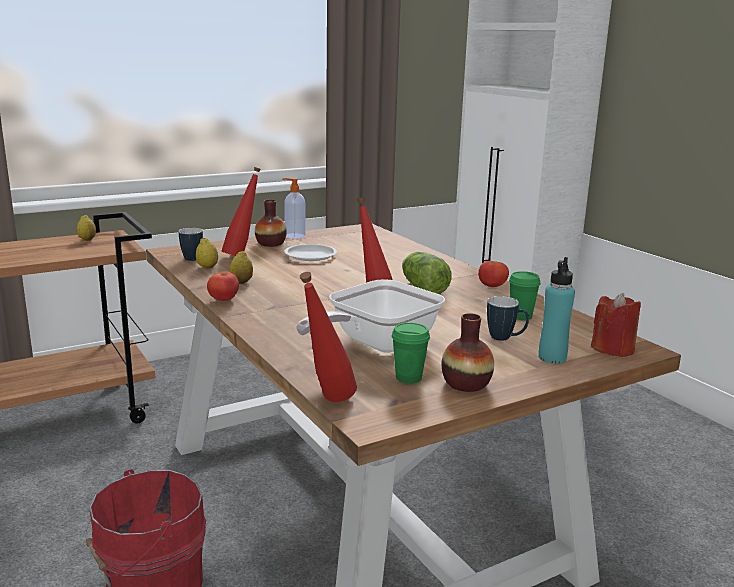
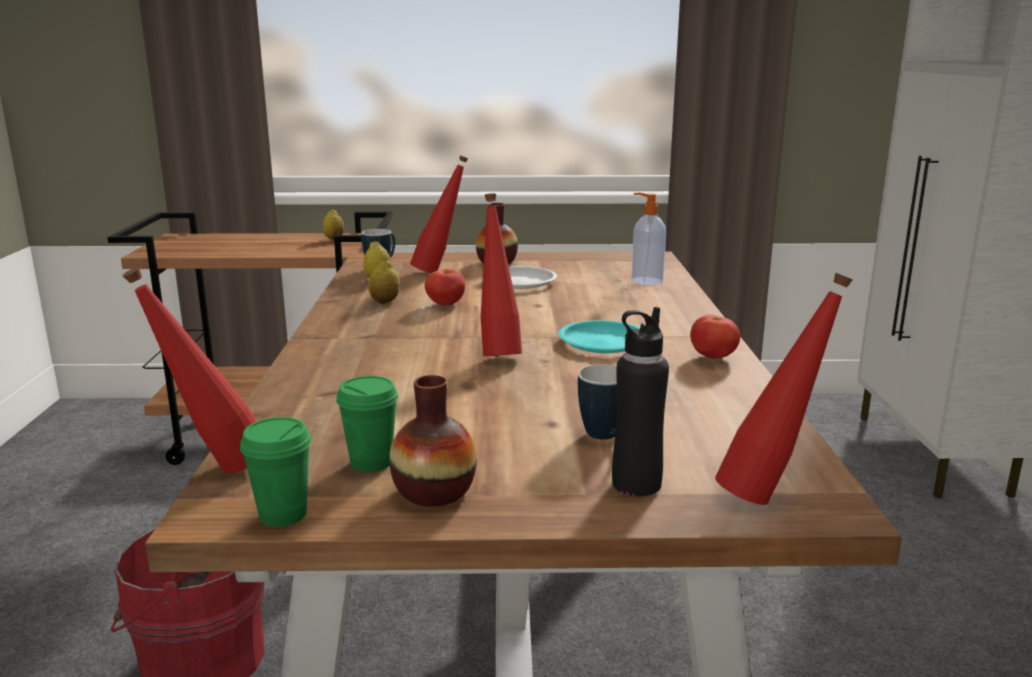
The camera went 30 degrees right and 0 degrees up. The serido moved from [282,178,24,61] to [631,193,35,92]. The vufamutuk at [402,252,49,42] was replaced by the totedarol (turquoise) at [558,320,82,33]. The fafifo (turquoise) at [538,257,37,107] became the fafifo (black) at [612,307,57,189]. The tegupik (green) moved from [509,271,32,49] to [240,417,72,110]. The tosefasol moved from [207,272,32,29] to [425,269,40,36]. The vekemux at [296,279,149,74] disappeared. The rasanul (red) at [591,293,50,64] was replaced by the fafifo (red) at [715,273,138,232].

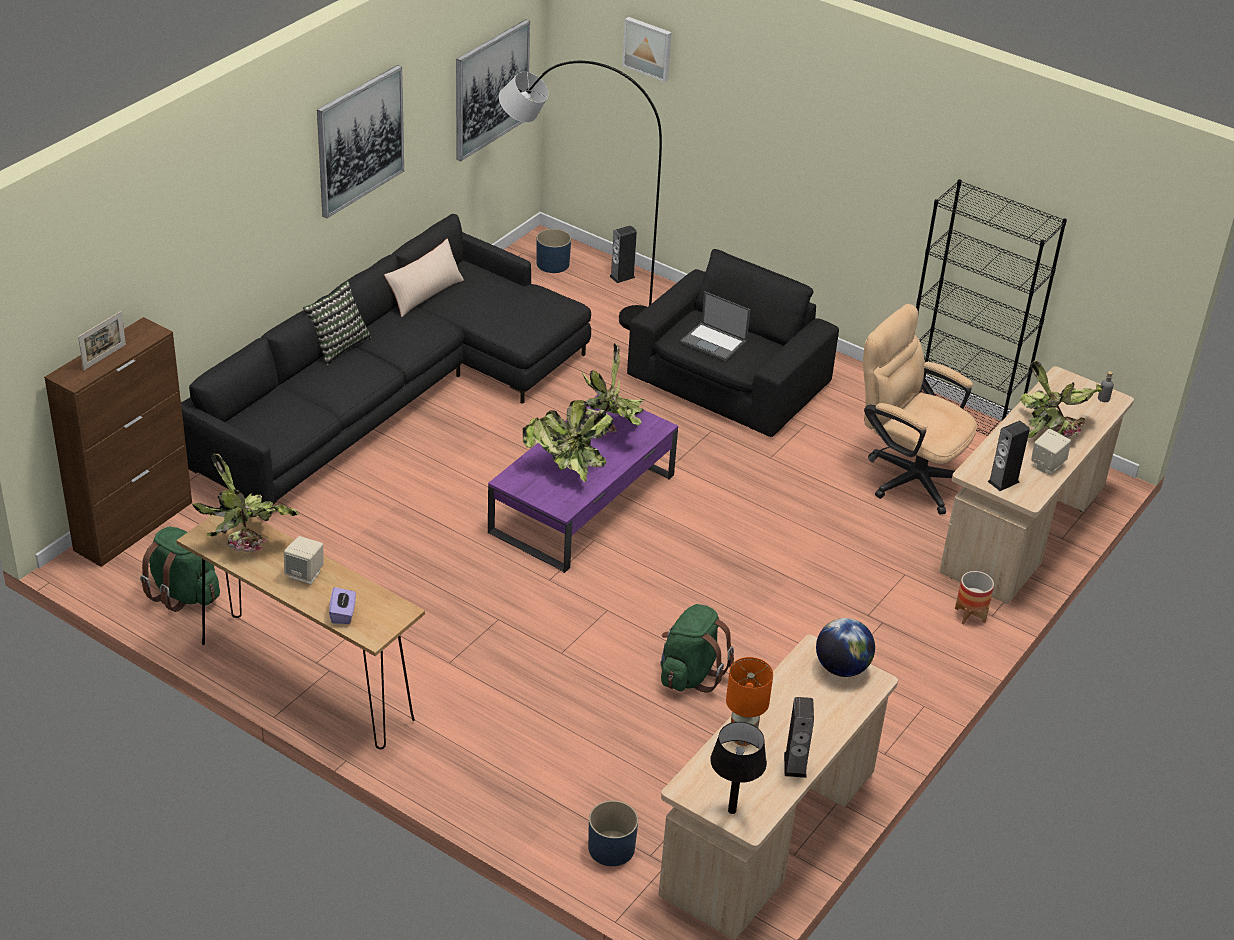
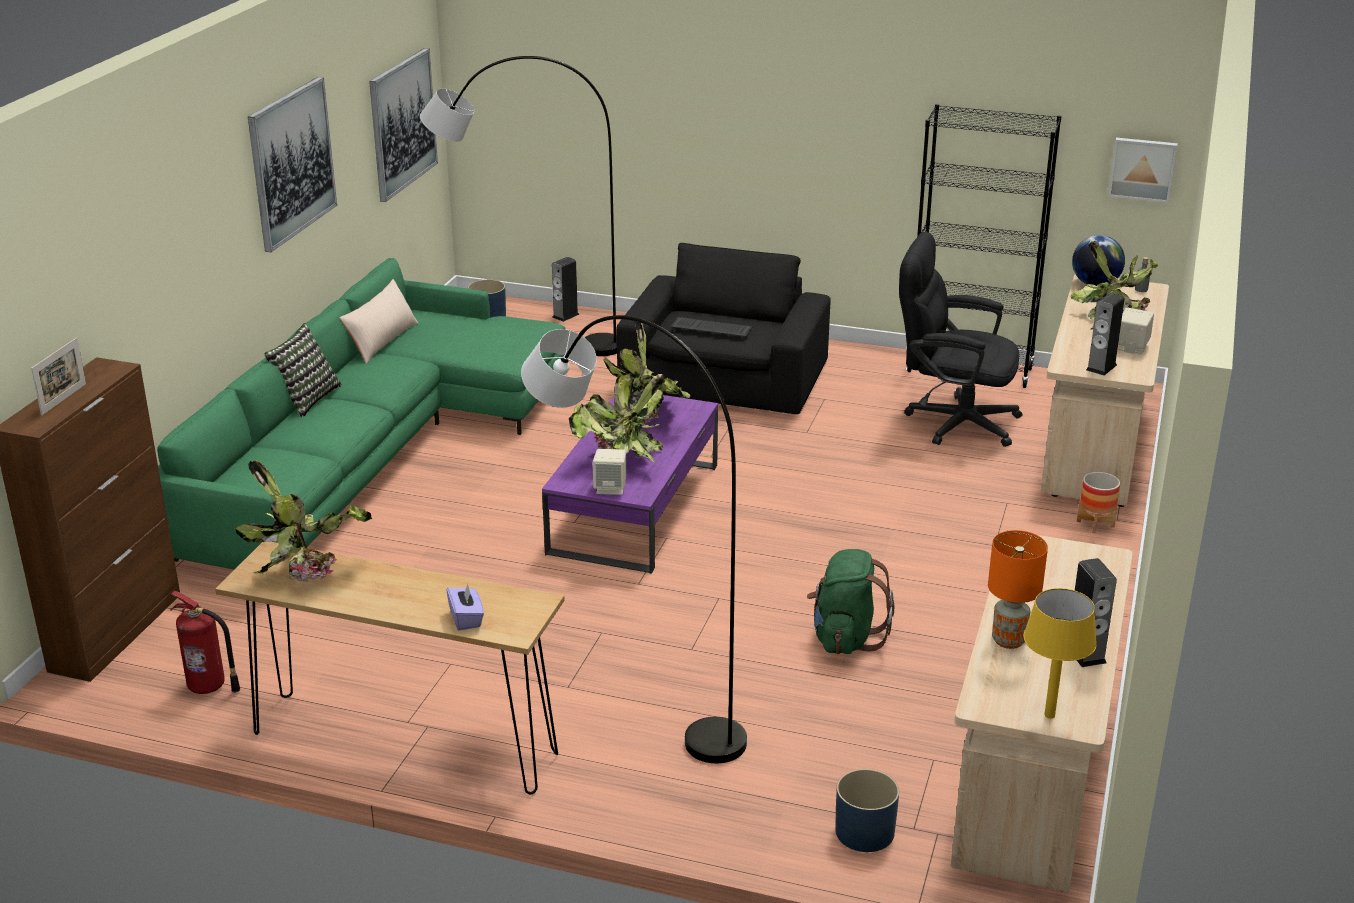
The camera went 15 degrees left and 10 degrees down. The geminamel moved from [622,17,50,65] to [1108,138,70,65]. The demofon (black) at [181,214,410,308] became the demofon (green) at [157,258,409,312]. The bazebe at [680,291,70,70] was replaced by the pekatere at [670,317,83,23]. The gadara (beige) at [863,304,114,210] became the gadara (black) at [899,232,123,215]. The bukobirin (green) at [140,526,80,86] was replaced by the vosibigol at [170,591,70,103]. The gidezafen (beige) moved from [284,536,39,49] to [593,449,33,46]. The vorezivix moved from [816,618,59,59] to [1072,235,53,51]. The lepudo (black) at [710,722,57,92] became the lepudo (yellow) at [1023,588,74,131]. The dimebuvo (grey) at [521,315,226,448] appeared.

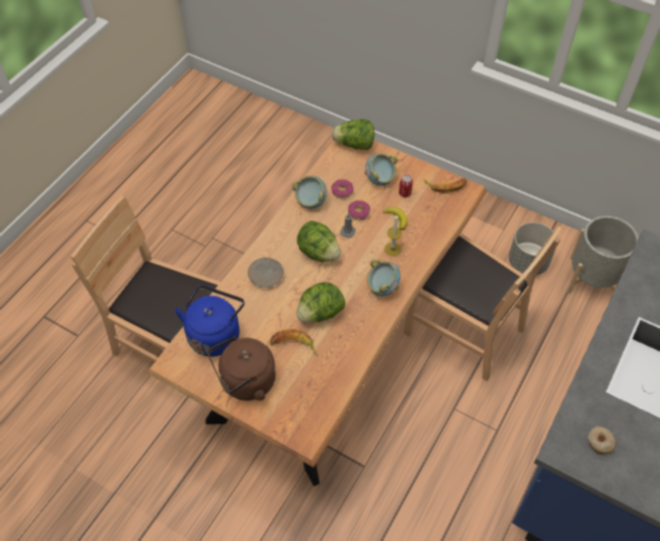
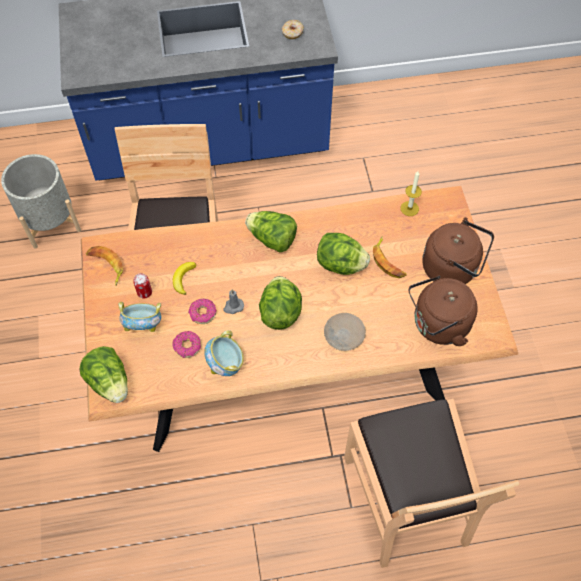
The camera went 130 degrees left and 5 degrees up. The rasanul moved from [384,215,18,41] to [400,171,22,45]. The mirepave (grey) at [509,222,47,53] disappeared. The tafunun at [367,259,33,37] was replaced by the vufamutuk at [245,211,52,41]. The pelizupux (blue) at [175,285,70,72] became the pelizupux (brown) at [409,275,69,71].

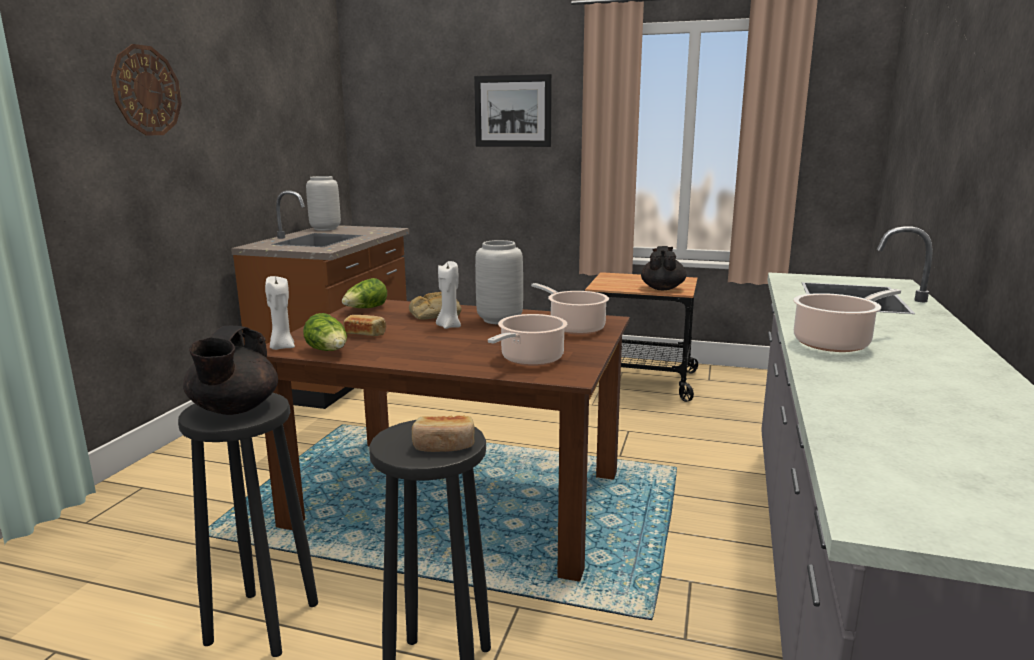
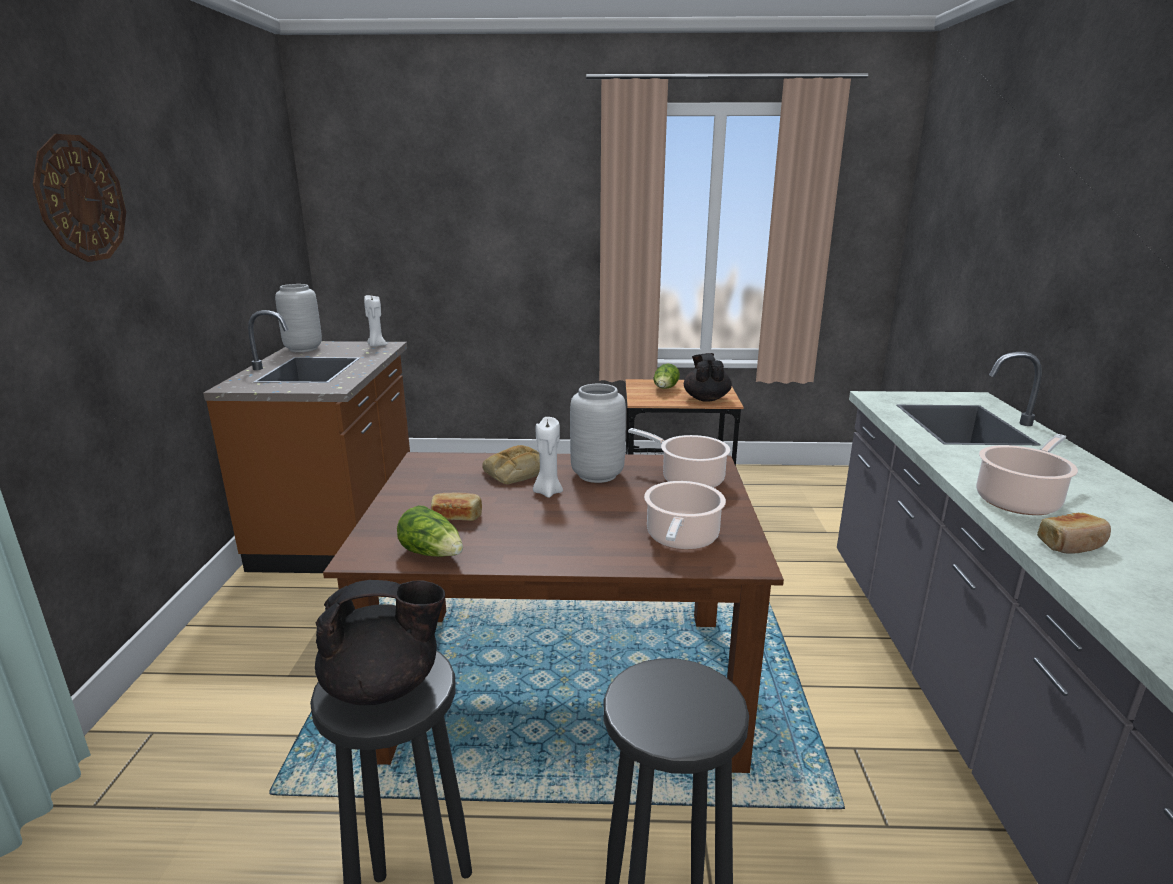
The camera went 15 degrees left and 5 degrees up. The geminamel at [474,74,78,73] disappeared. The rasanul (white) moved from [265,276,30,74] to [364,295,23,52]. The vufamutuk moved from [342,278,45,30] to [653,364,27,25]. The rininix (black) at [183,326,95,89] turned 90 degrees counterclockwise. The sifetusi moved from [412,415,63,37] to [1037,513,74,41].

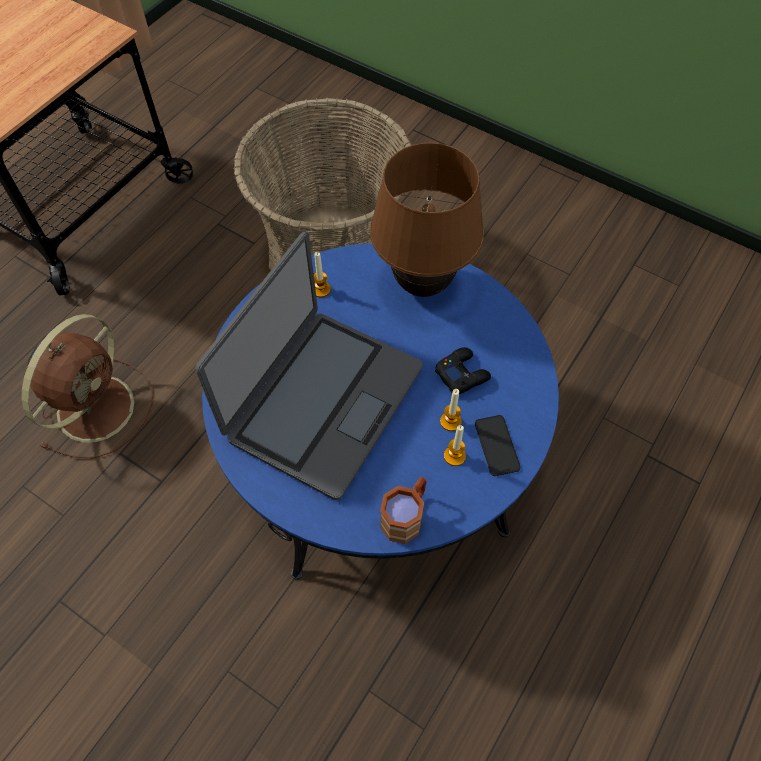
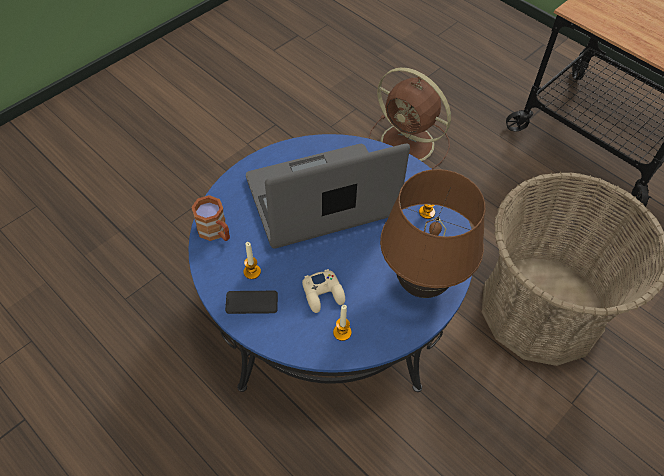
The camera went 100 degrees right and 5 degrees down. The bazebe at [195,232,228,268] turned 120 degrees clockwise. The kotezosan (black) at [435,347,56,47] became the kotezosan (beige) at [302,269,43,44]. The rasanul moved from [440,389,22,42] to [333,305,19,36].

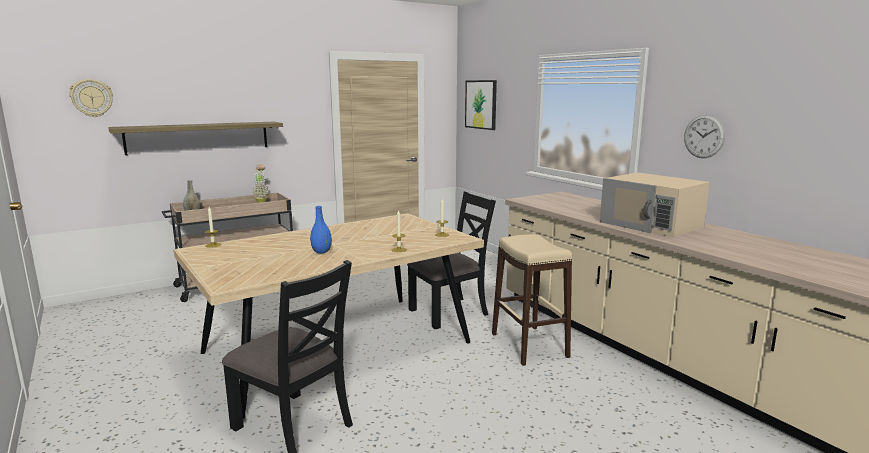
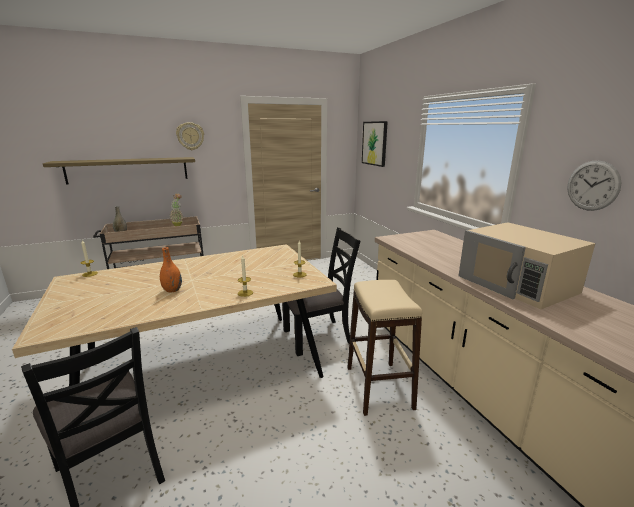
The camera went 10 degrees right and 5 degrees up. The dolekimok moved from [69,79,44,38] to [176,122,28,28]. The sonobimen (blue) at [310,206,22,47] became the sonobimen (orange) at [160,247,22,46].

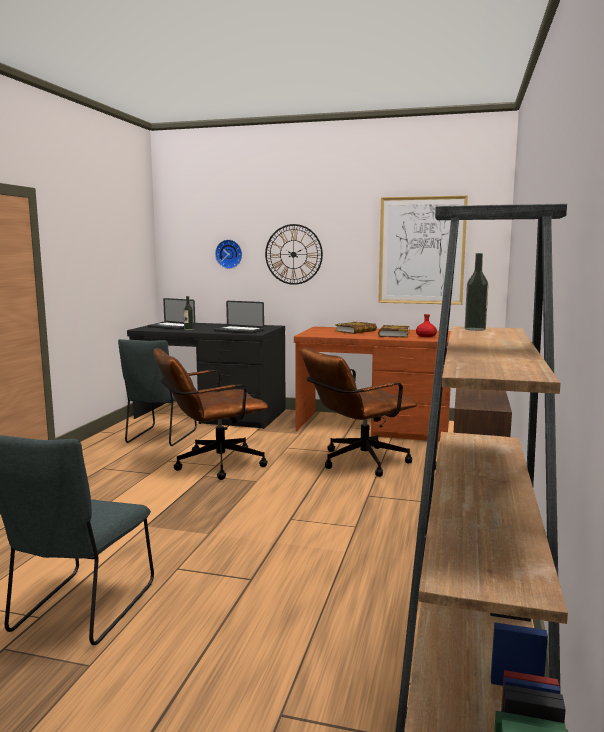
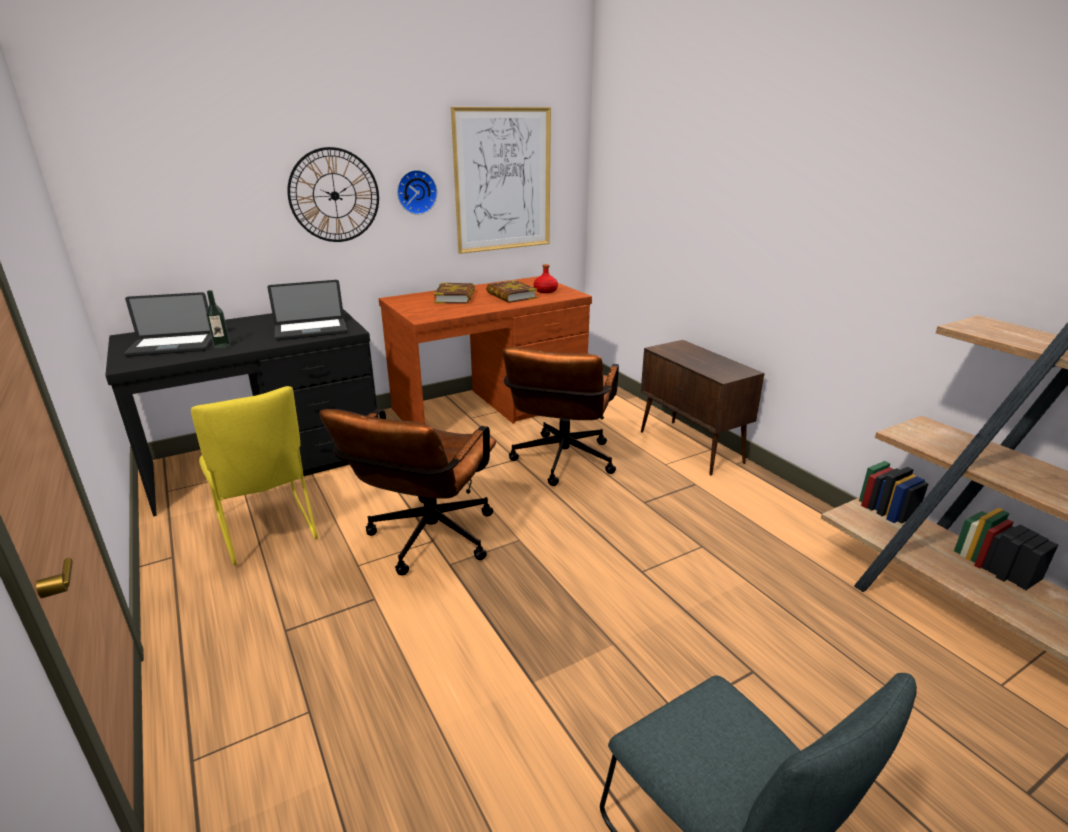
The camera went 45 degrees left and 15 degrees up. The dolekimok moved from [215,239,27,30] to [397,170,41,45]. The fafifo at [465,253,23,78] disappeared. The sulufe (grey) at [118,339,79,107] became the sulufe (yellow) at [191,386,127,179].

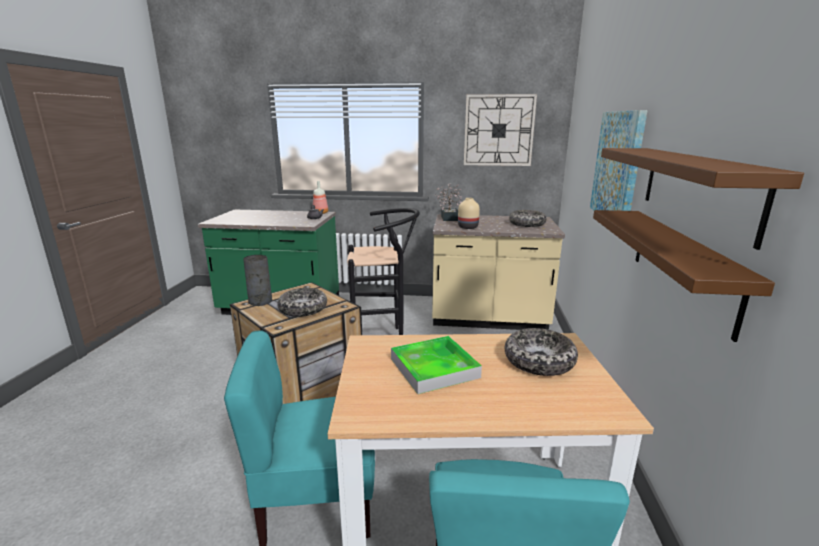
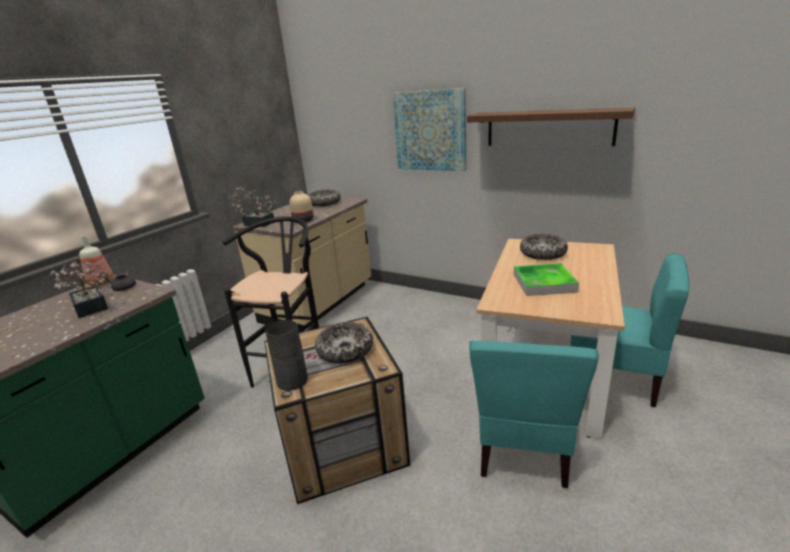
The camera went 65 degrees left and 5 degrees up. The dolekimok at [464,94,73,72] disappeared. The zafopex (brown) at [593,210,182,132] disappeared. The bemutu at [50,262,59,56] appeared.

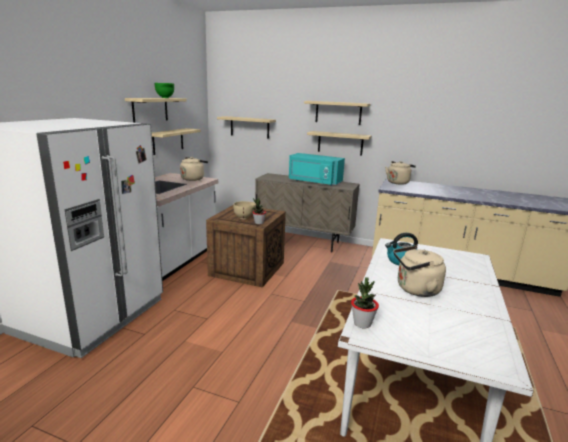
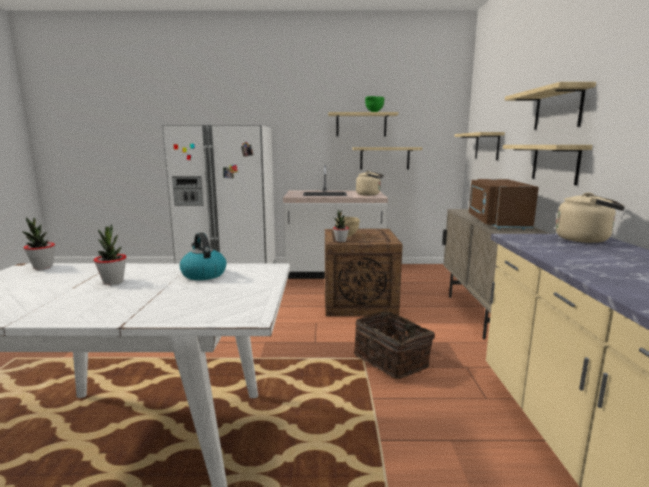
The camera went 70 degrees right and 5 degrees down. The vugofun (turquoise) at [289,153,56,33] became the vugofun (brown) at [469,179,70,51]. The pelizupux (beige) at [394,245,52,52] was replaced by the bemutu at [94,224,33,61]. The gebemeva at [354,311,81,68] appeared.

